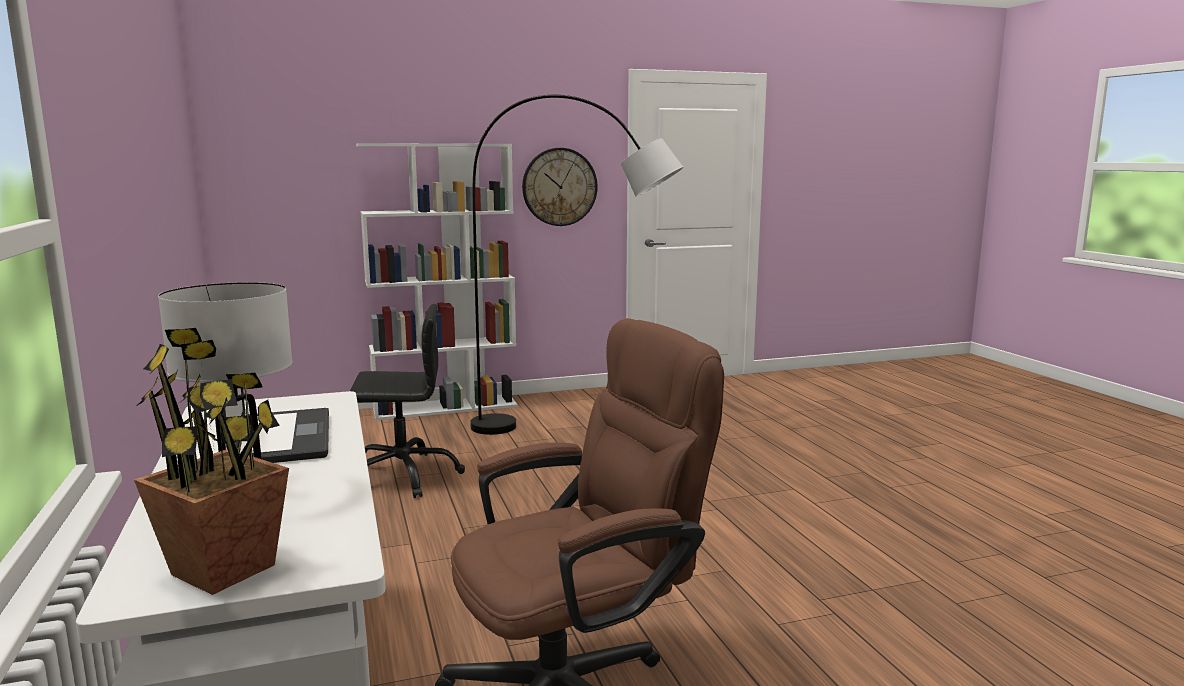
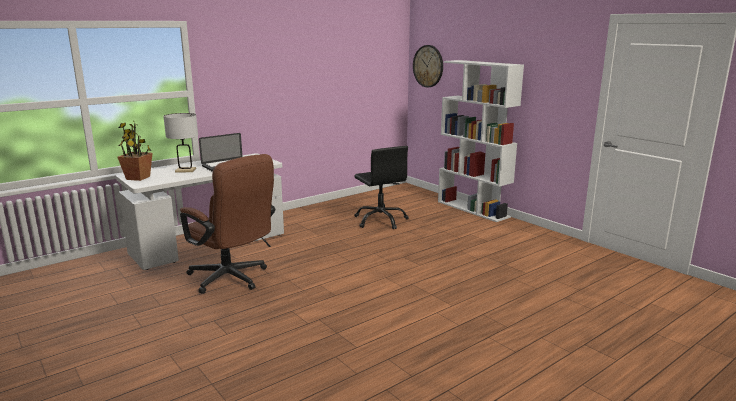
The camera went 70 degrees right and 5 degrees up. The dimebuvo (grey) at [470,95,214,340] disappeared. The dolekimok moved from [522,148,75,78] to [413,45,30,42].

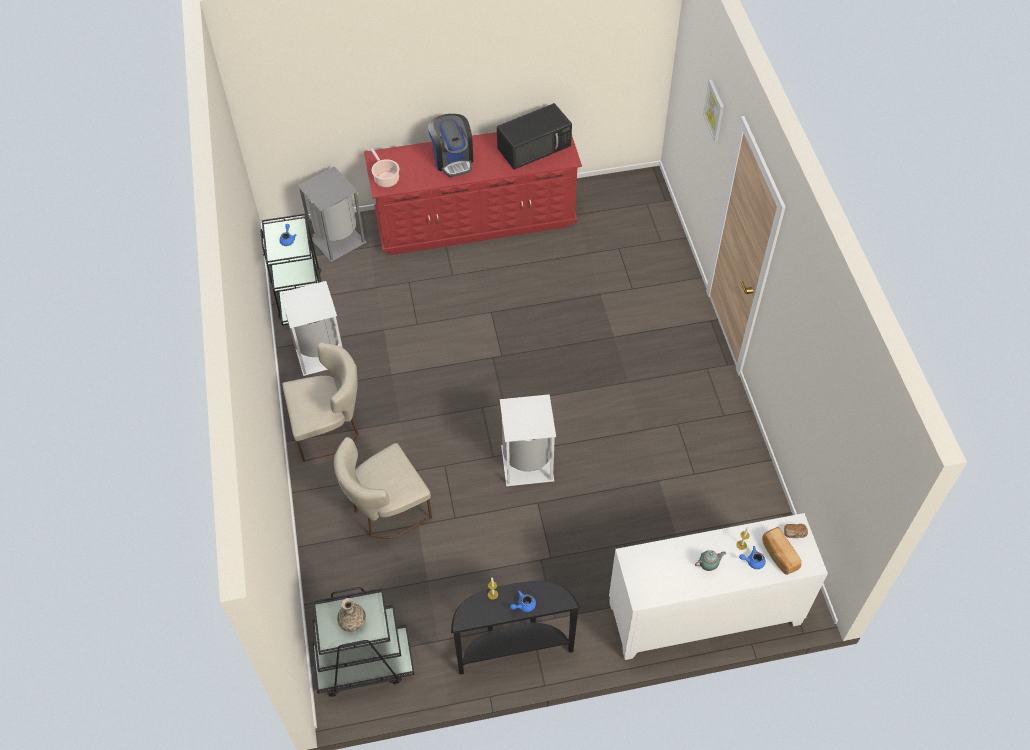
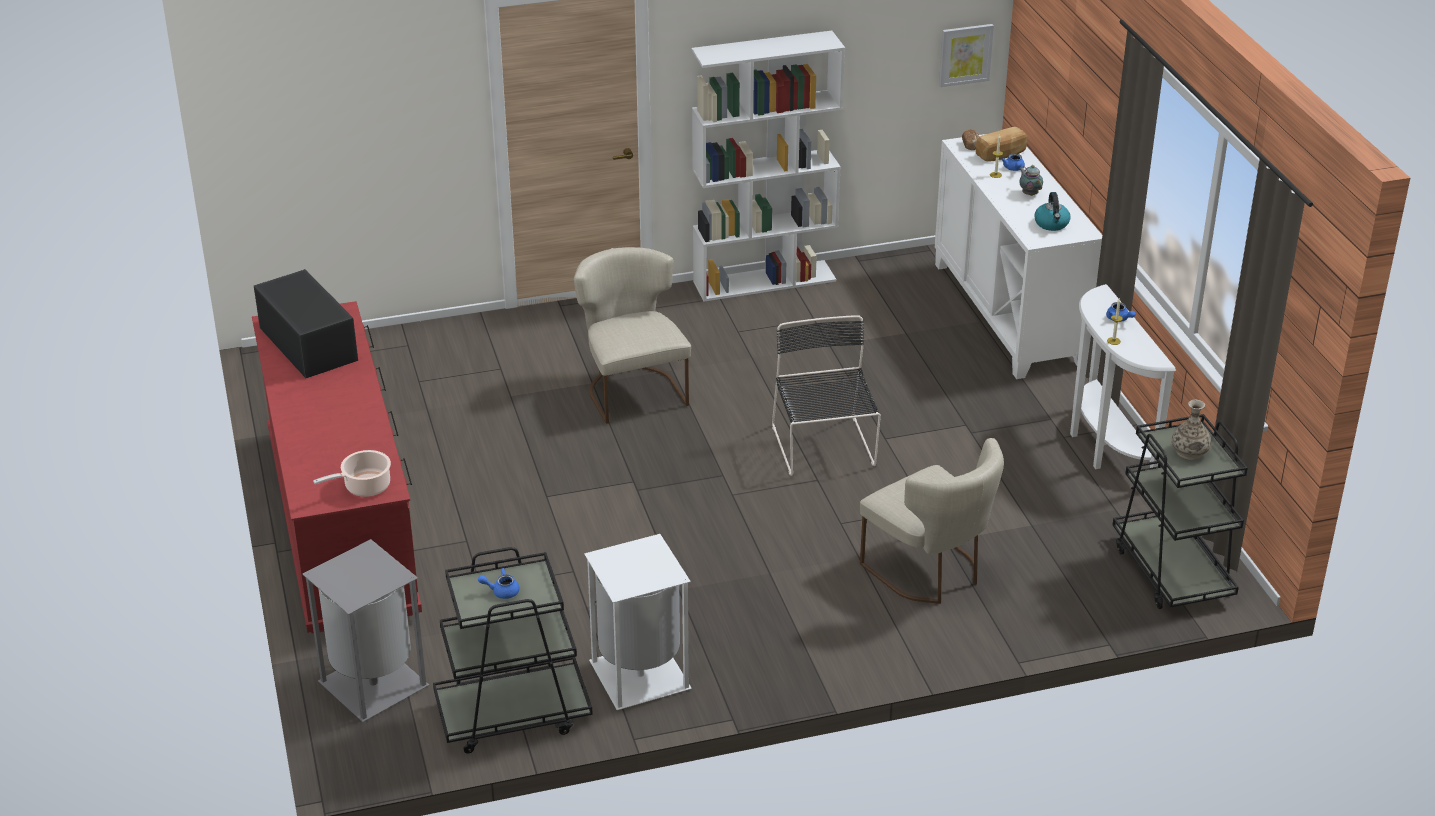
The camera went 95 degrees left and 20 degrees down. The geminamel moved from [703,80,21,62] to [939,24,55,63]. The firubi at [428,114,45,63] disappeared. The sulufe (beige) moved from [282,343,77,119] to [574,247,117,177]. The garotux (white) at [500,394,56,92] was replaced by the sulufe (black) at [772,315,109,161]. The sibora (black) at [451,581,129,94] became the sibora (white) at [1070,284,106,185]. The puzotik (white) at [691,31,154,271] appeared. The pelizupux at [1035,192,35,39] appeared.

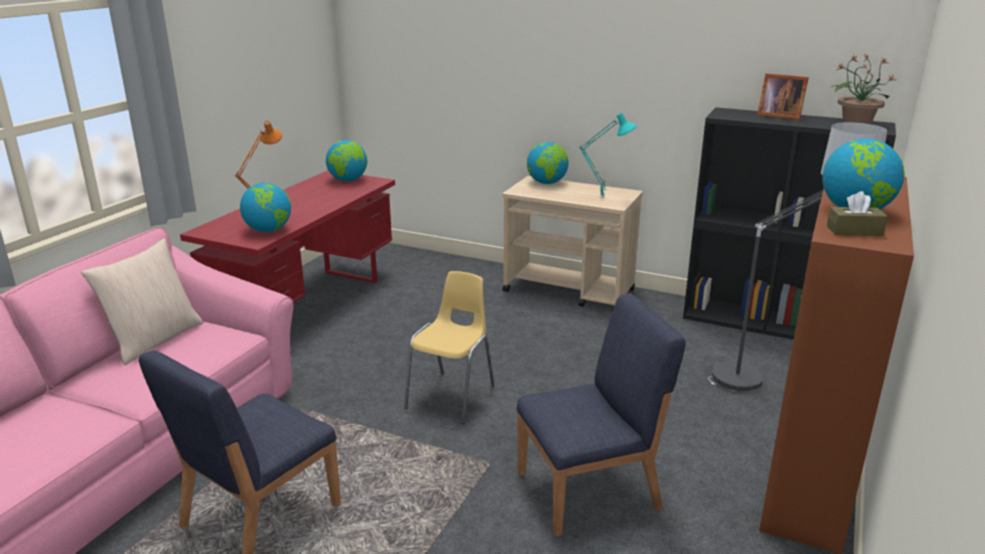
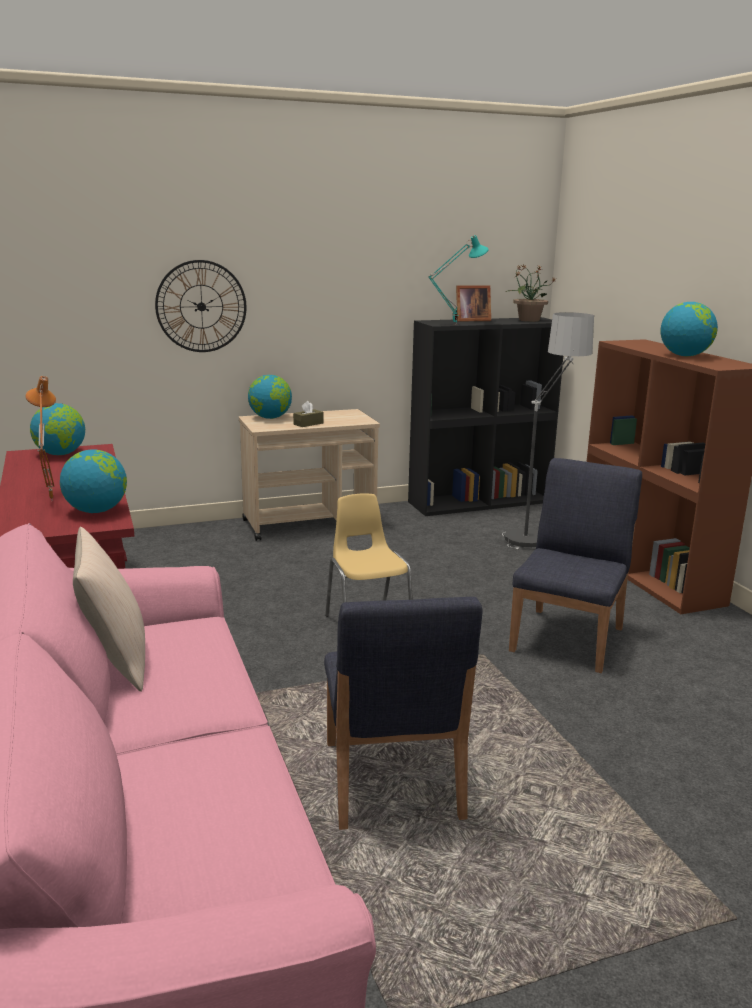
The camera went 45 degrees left and 5 degrees down. The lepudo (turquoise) moved from [579,113,58,85] to [428,235,60,87]. The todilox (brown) moved from [827,191,61,45] to [293,401,30,26]. The dolekimok at [155,260,91,92] appeared.

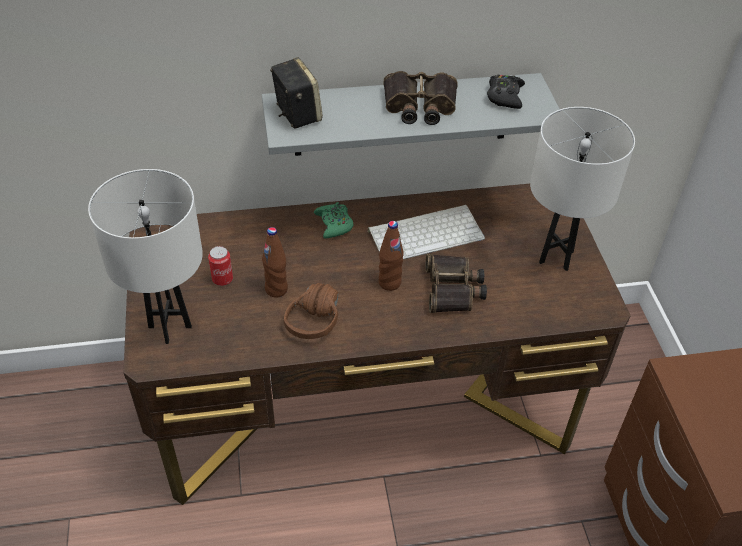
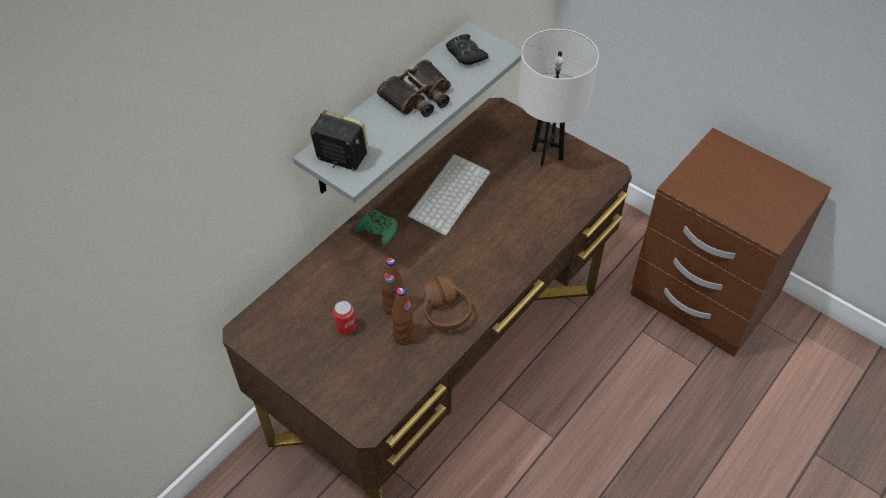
The camera went 40 degrees left and 5 degrees up. The lepudo (white) at [88,169,115,175] disappeared. The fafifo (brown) moved from [379,221,25,70] to [391,288,24,57]. The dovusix at [425,254,62,59] disappeared.

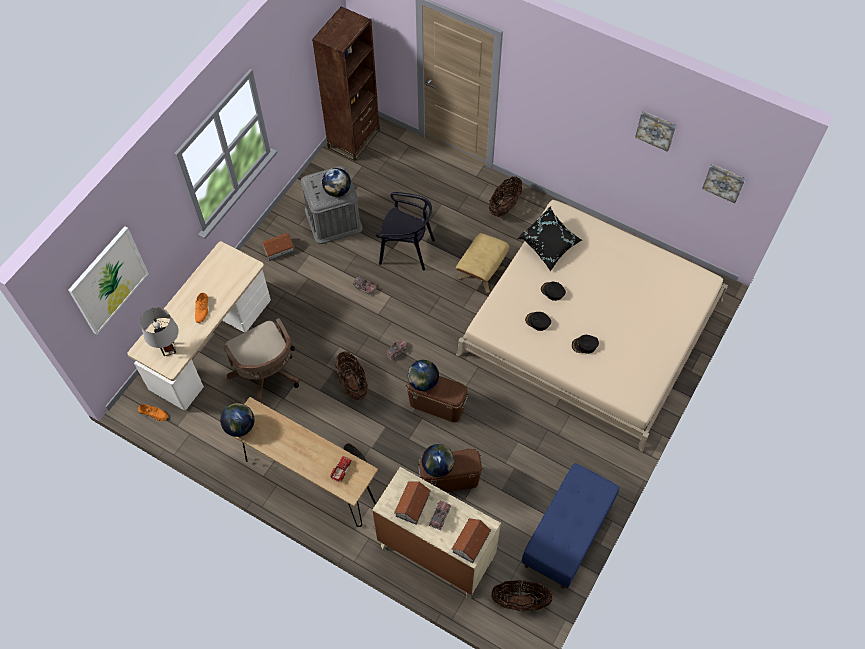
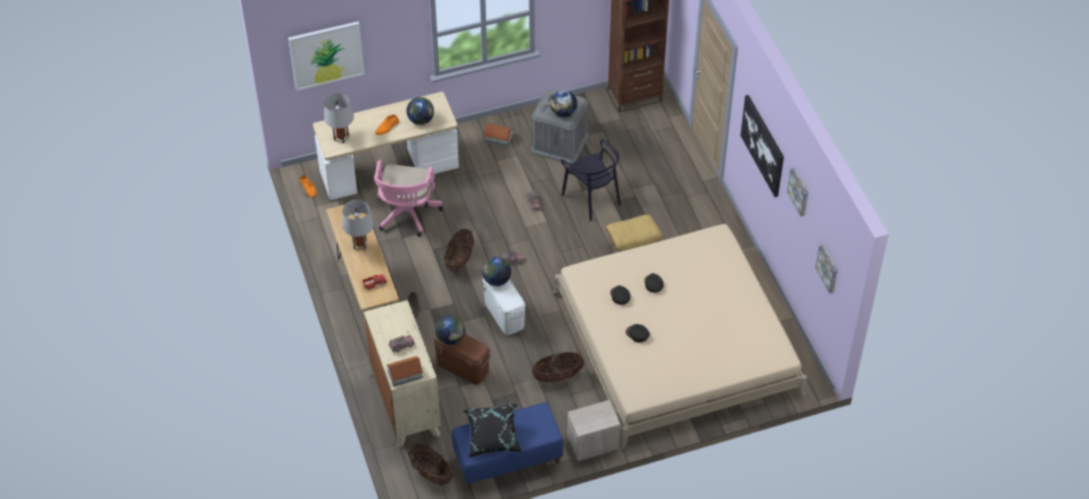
The camera went 40 degrees right and 10 degrees down. The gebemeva moved from [489,176,33,41] to [532,352,52,31]. The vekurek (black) moved from [518,207,64,64] to [463,404,59,53]. The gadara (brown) at [223,318,77,85] became the gadara (pink) at [374,160,69,77]. The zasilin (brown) at [405,376,64,46] became the zasilin (white) at [482,278,44,57]. The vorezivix moved from [220,403,34,34] to [406,97,28,28]. The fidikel at [394,481,37,44] disappeared. The geminamel at [740,95,44,102] appeared. The lepudo (grey) at [342,199,32,51] appeared. The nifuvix at [568,400,53,62] appeared.

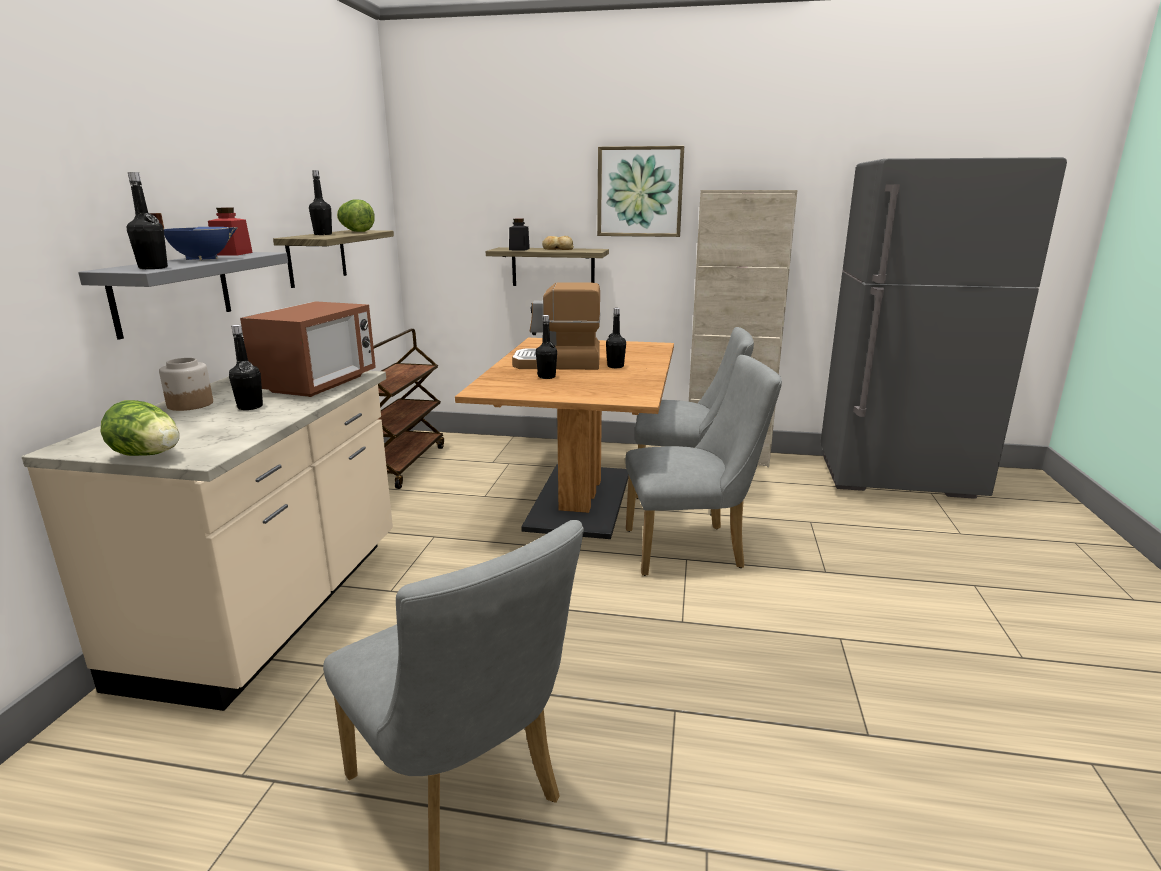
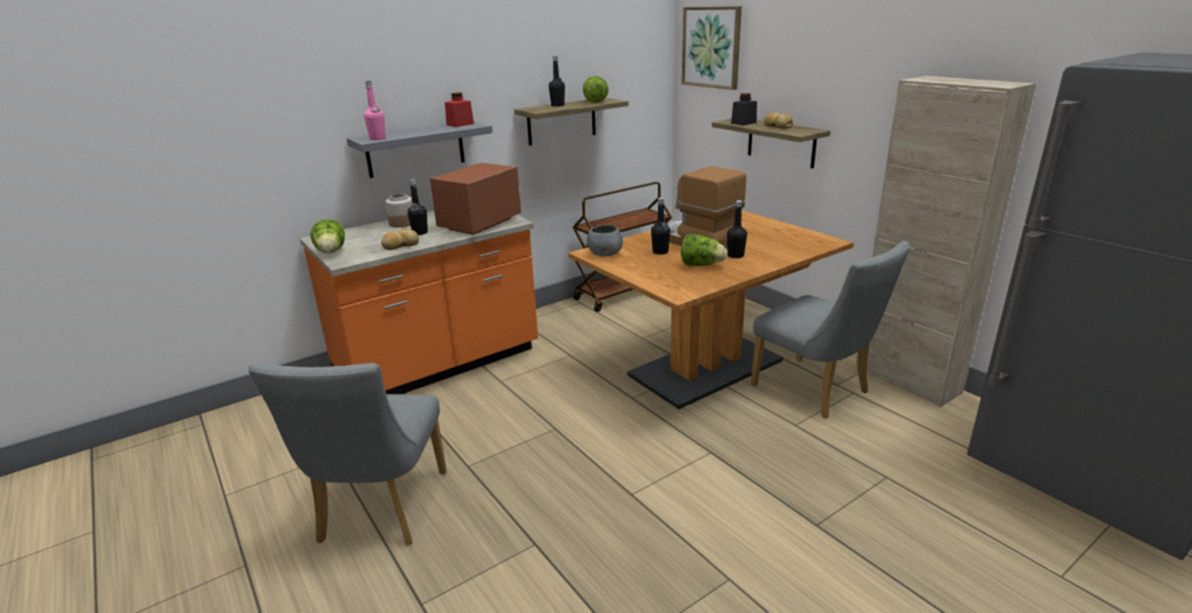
The camera went 45 degrees right and 5 degrees up. The geminamel moved from [597,146,87,91] to [682,6,60,84]. The fafifo (black) at [127,172,41,97] became the fafifo (pink) at [364,81,22,59]. The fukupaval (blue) at [150,213,88,48] disappeared. The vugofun at [240,301,136,96] turned 150 degrees clockwise. The sulufe (grey) at [625,355,157,221] disappeared. The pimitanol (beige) at [22,371,371,340] became the pimitanol (orange) at [300,211,238,183]. The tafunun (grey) at [587,225,36,32] appeared. The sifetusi at [381,228,38,22] appeared. The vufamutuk at [681,234,46,32] appeared.

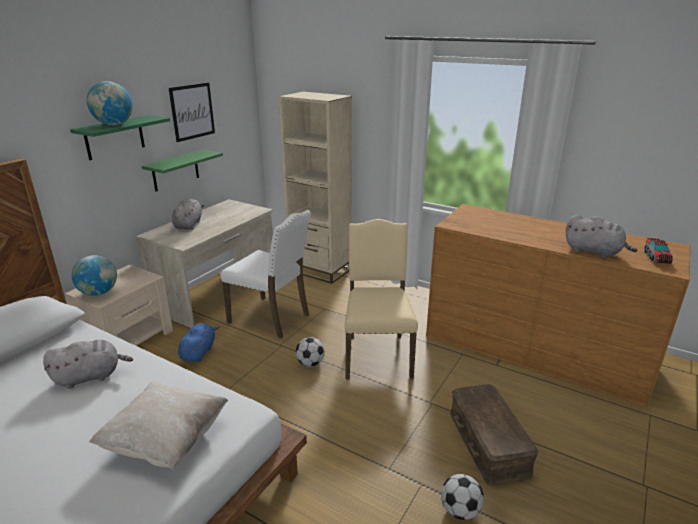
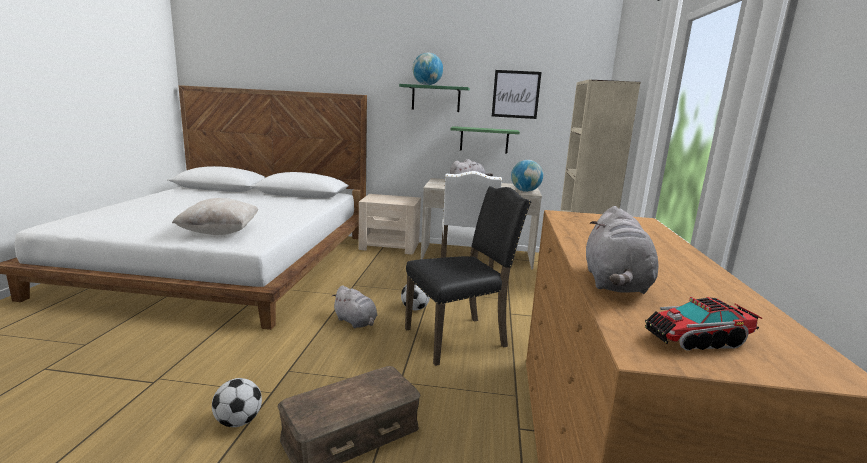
The camera went 65 degrees right and 10 degrees down. The sulufe (beige) at [345,219,73,160] became the sulufe (black) at [405,186,126,180]. The vorezivix moved from [72,255,45,41] to [511,160,32,32]. The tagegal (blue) at [178,323,42,39] disappeared. The tagegal (grey) moved from [43,340,90,49] to [331,285,46,43].

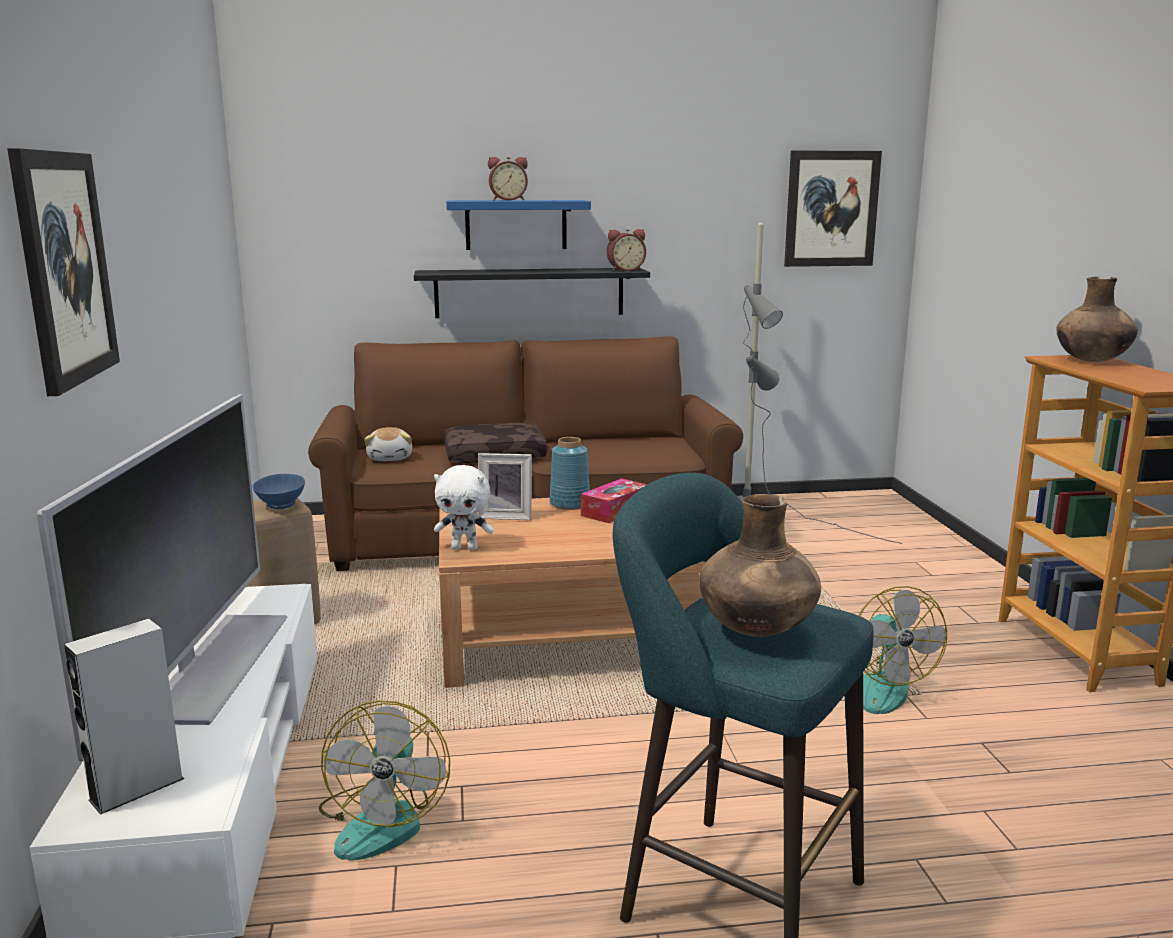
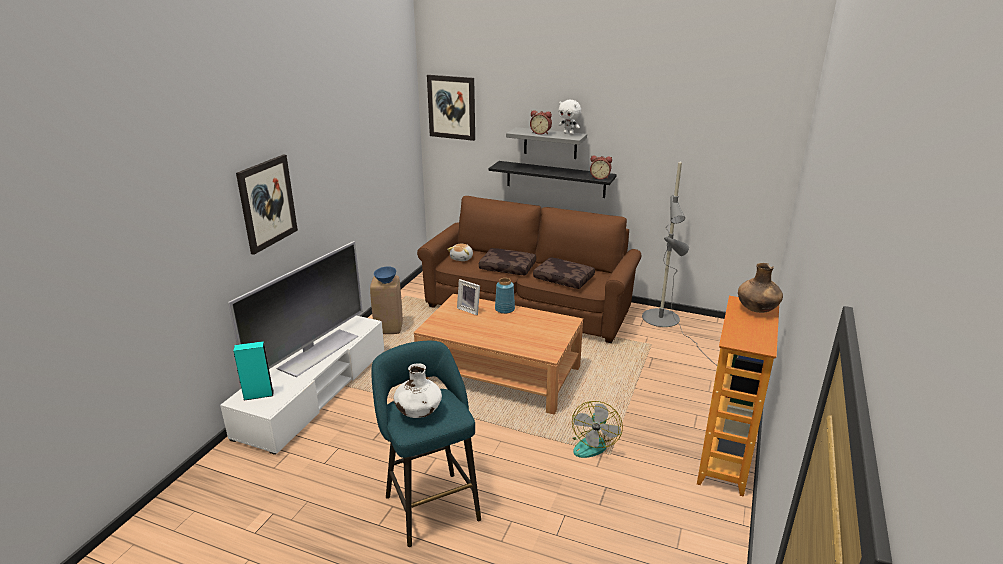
The camera went 30 degrees right and 10 degrees up. The geminamel moved from [784,150,98,117] to [427,75,48,66]. The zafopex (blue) at [446,200,145,50] became the zafopex (grey) at [506,127,81,32]. The tagegal (white) moved from [434,465,60,85] to [558,100,23,35]. The todilox at [581,478,67,45] disappeared. The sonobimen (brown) at [699,494,122,143] became the sonobimen (white) at [394,363,48,55]. The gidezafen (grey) at [64,618,120,197] became the gidezafen (turquoise) at [234,341,40,60]. The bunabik at [319,700,131,161] disappeared. The vekurek (brown) at [533,257,62,32] appeared.

